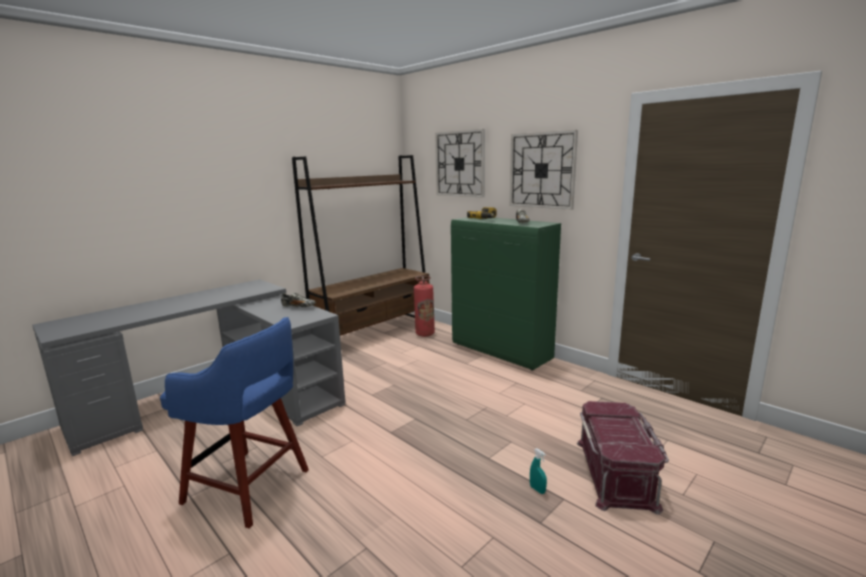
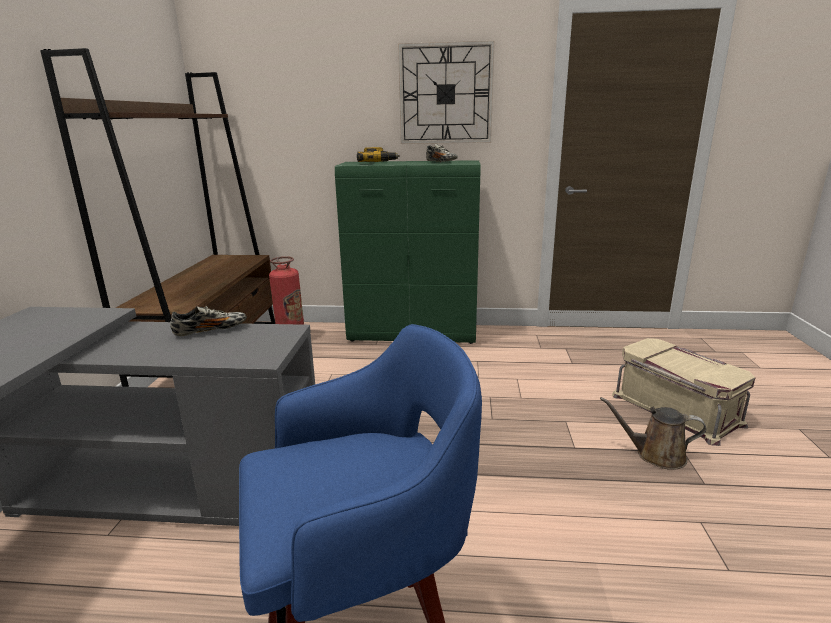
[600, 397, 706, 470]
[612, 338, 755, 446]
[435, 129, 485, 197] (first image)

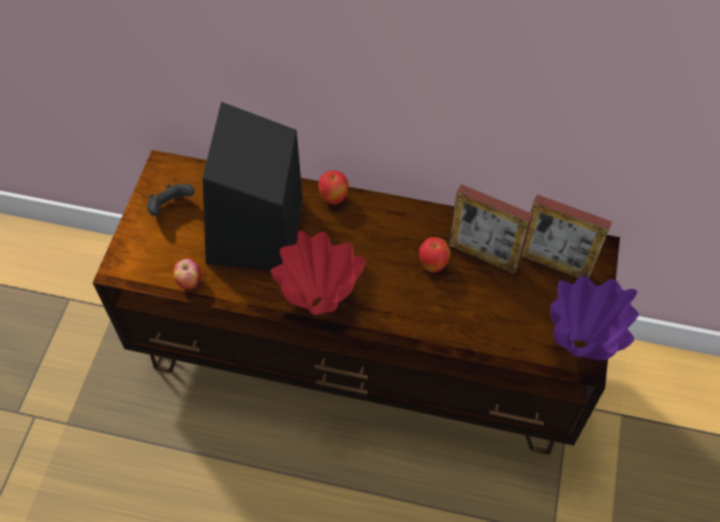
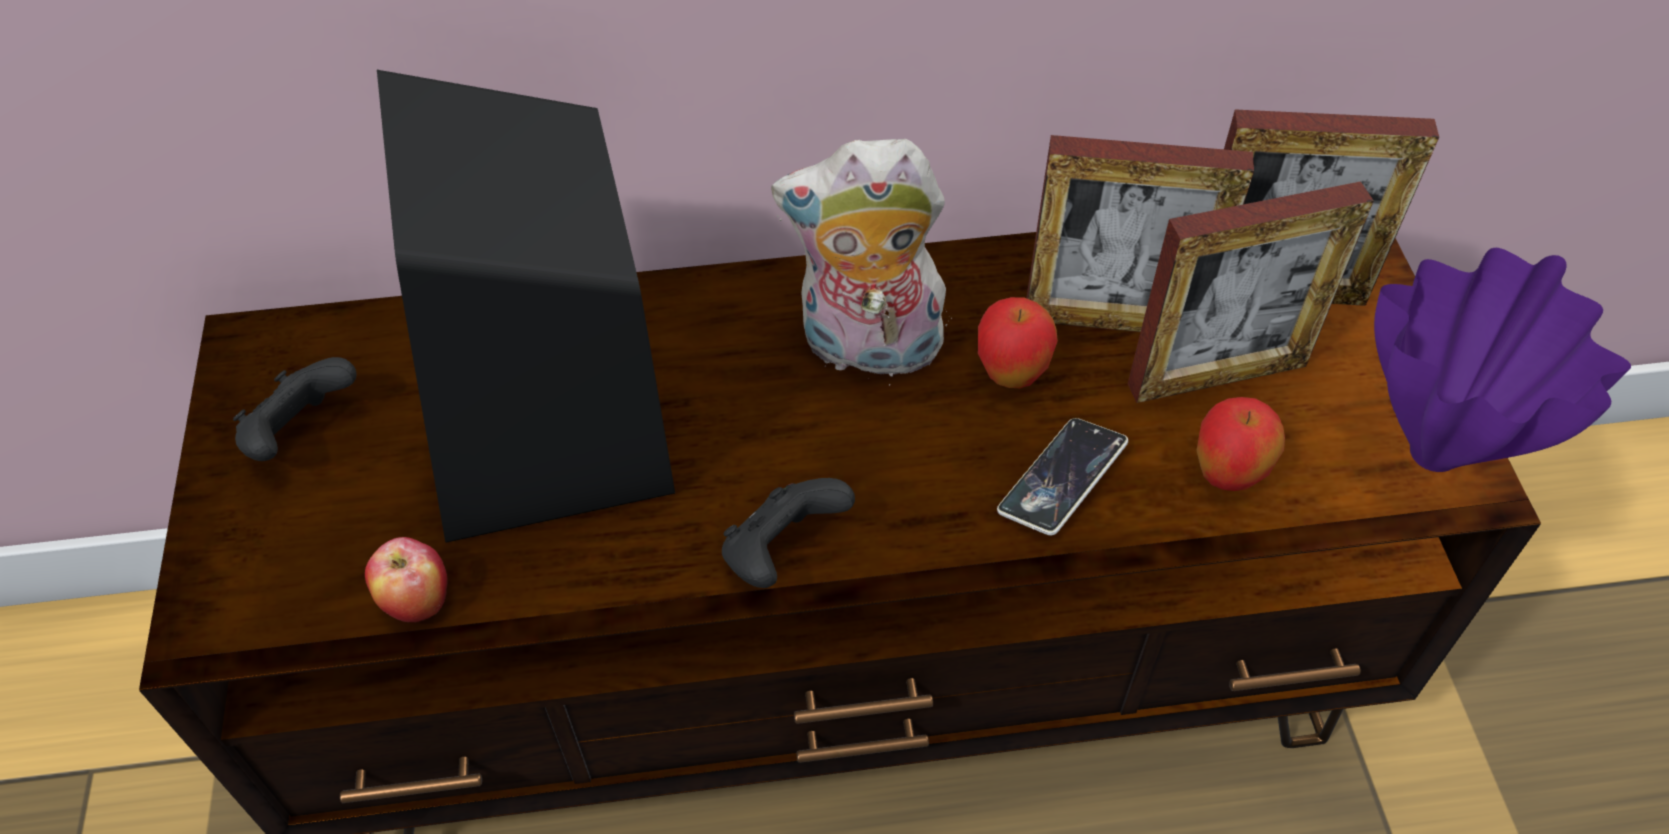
[722, 478, 855, 588]
[771, 139, 952, 386]
[997, 418, 1128, 535]
[1128, 181, 1374, 403]
[1197, 397, 1285, 491]

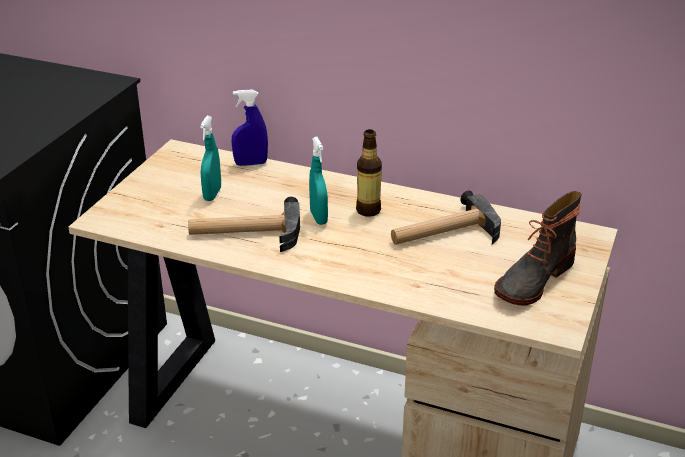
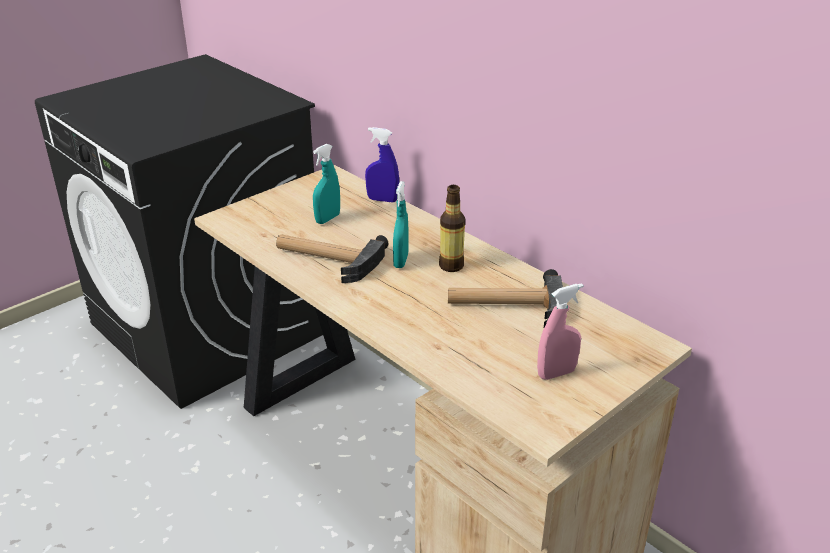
[537, 283, 583, 380]

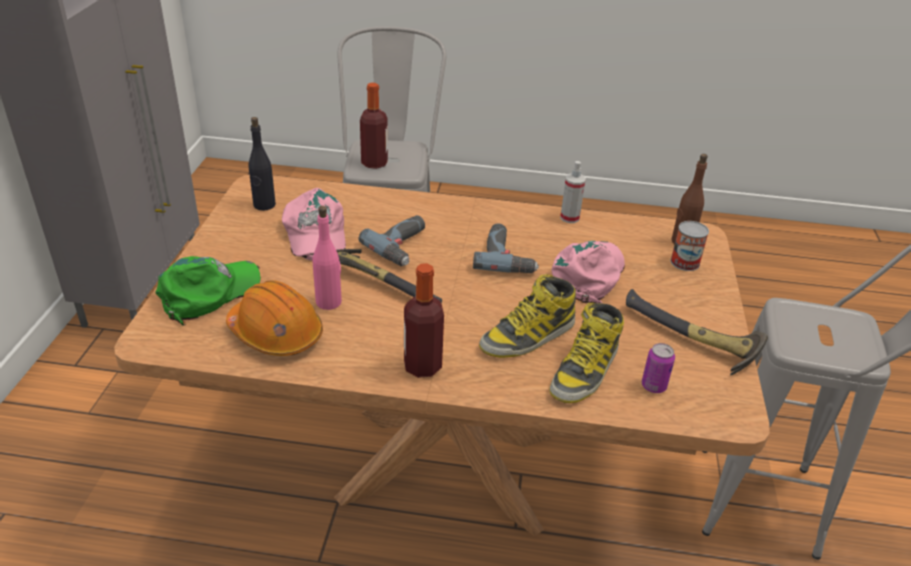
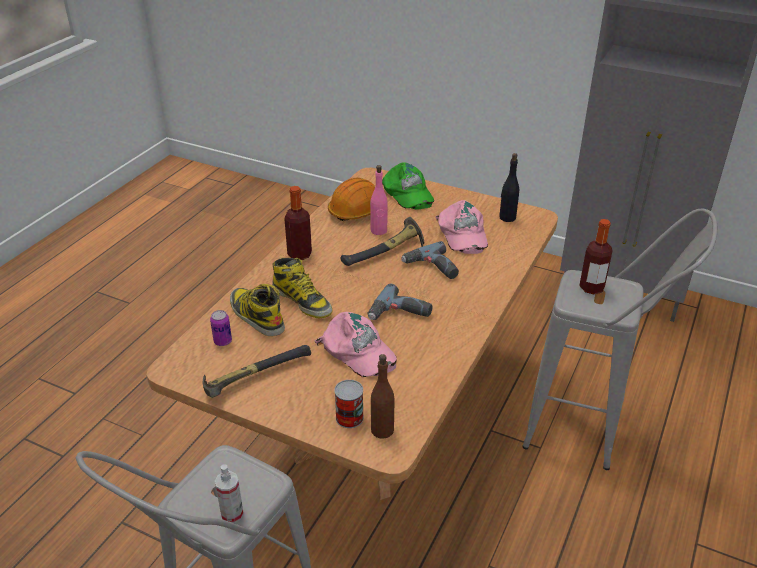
[215, 464, 244, 523]
[272, 258, 333, 318]
[435, 200, 488, 254]

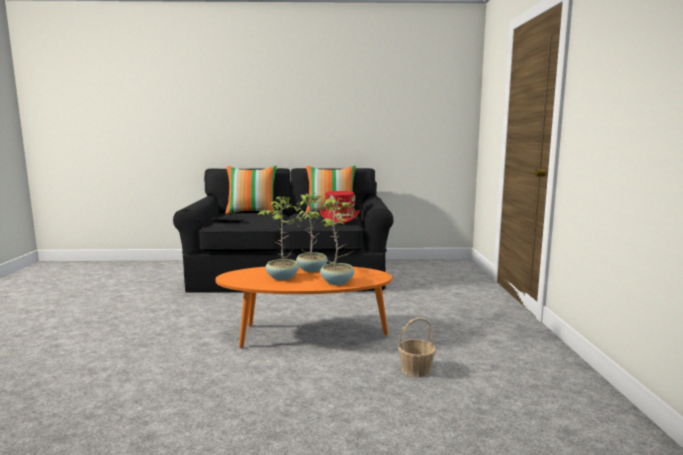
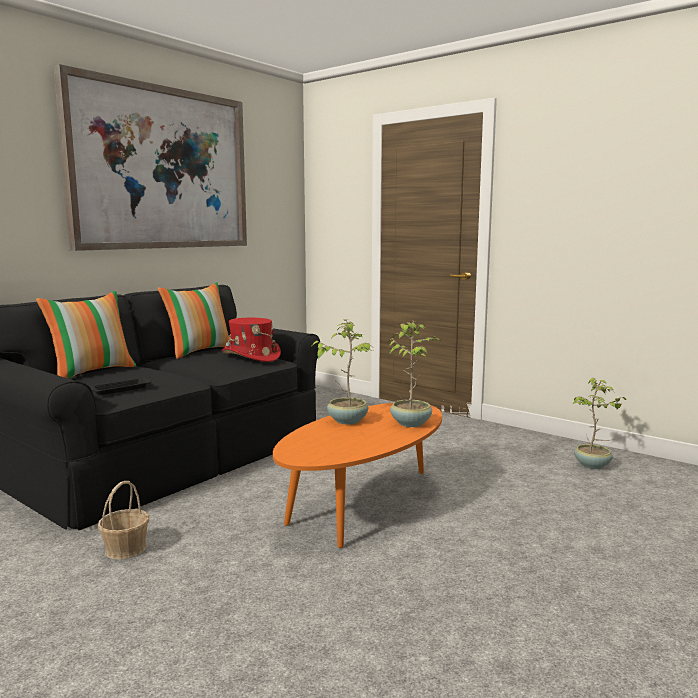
[53, 64, 247, 251]
[98, 481, 149, 560]
[573, 378, 626, 469]

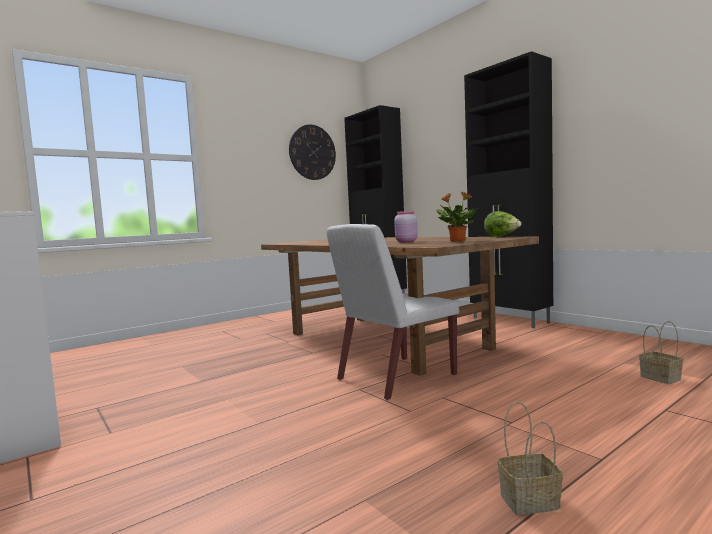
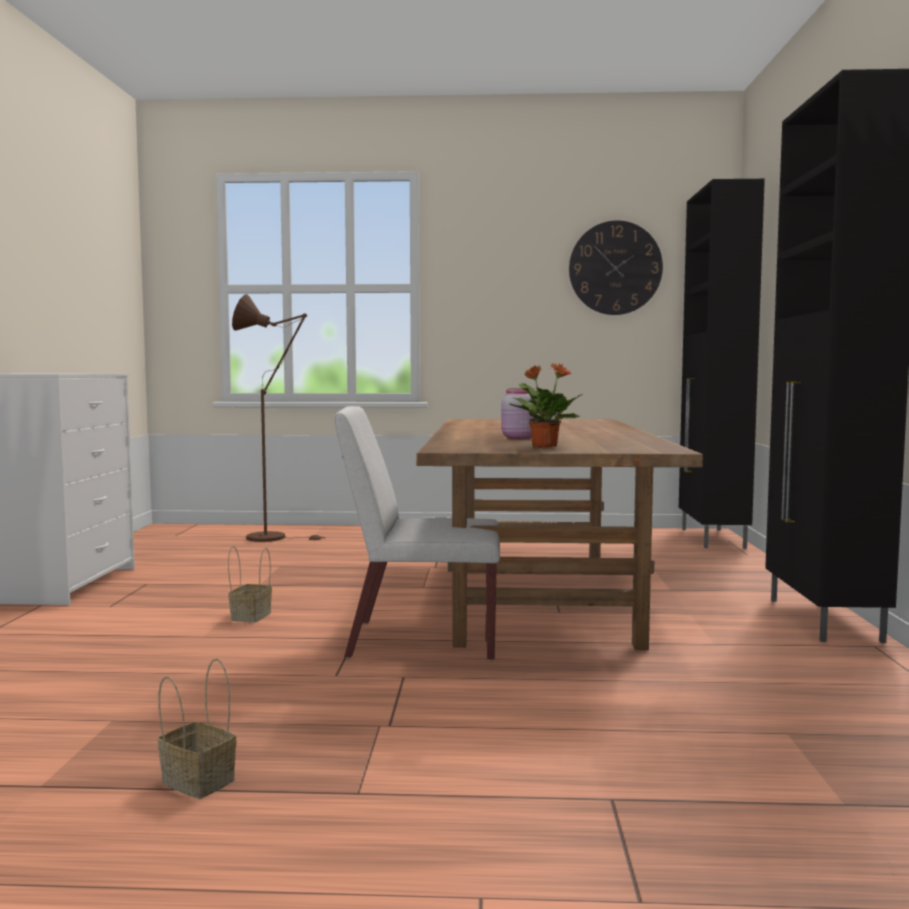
[228, 546, 272, 623]
[232, 294, 326, 542]
[484, 211, 522, 237] (first image)

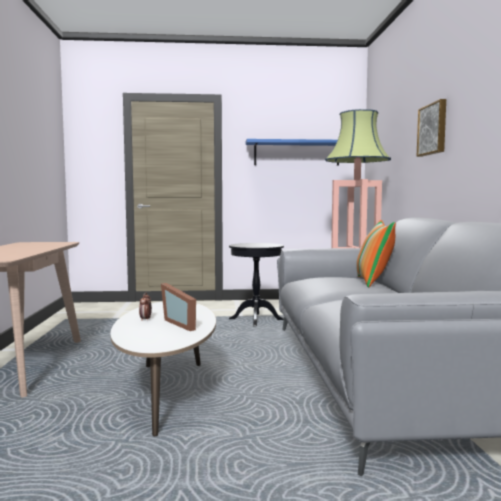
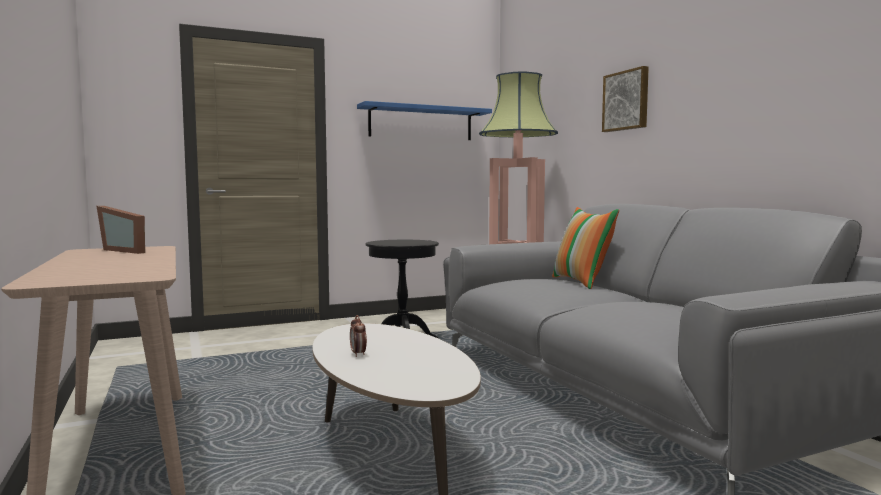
[97, 206, 145, 254]

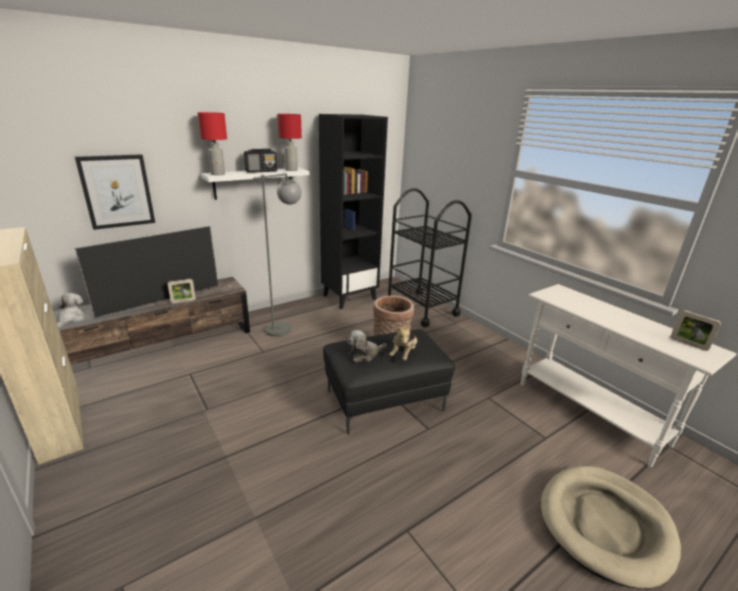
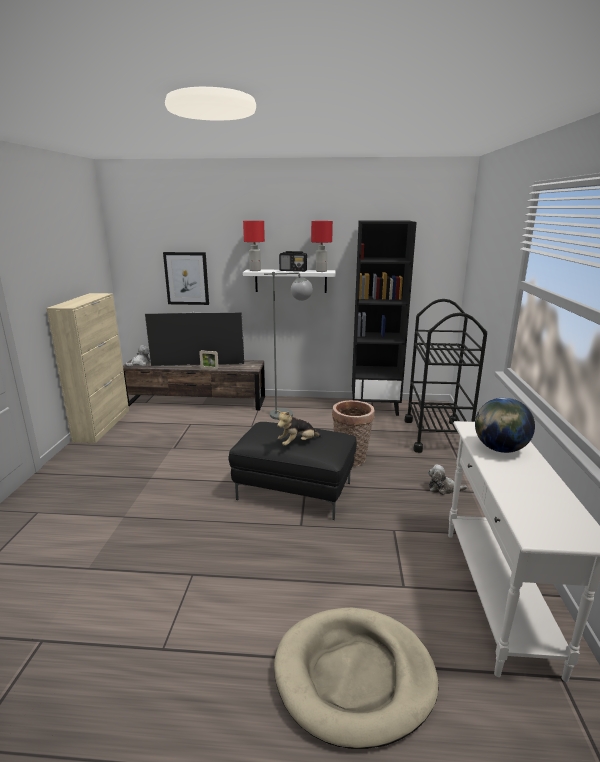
[428, 464, 467, 495]
[475, 398, 535, 453]
[671, 310, 721, 351] (first image)

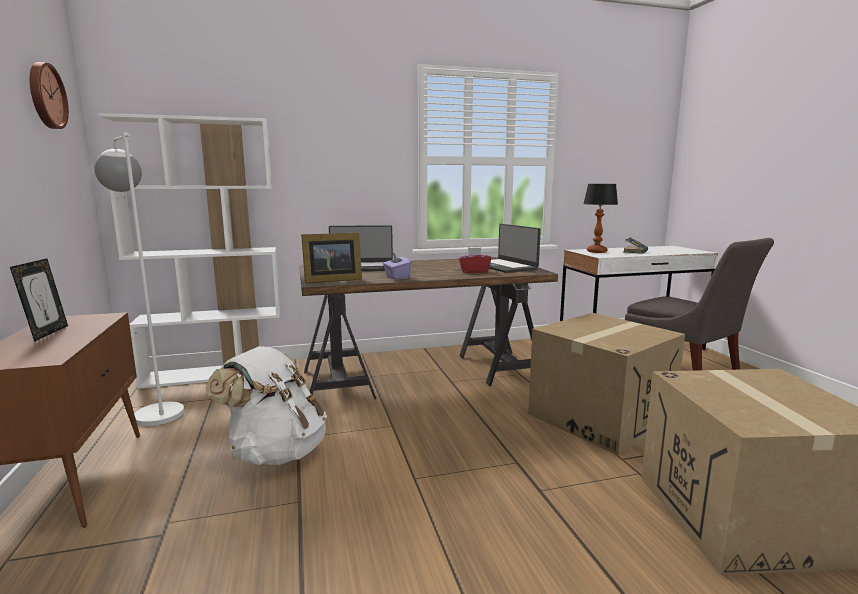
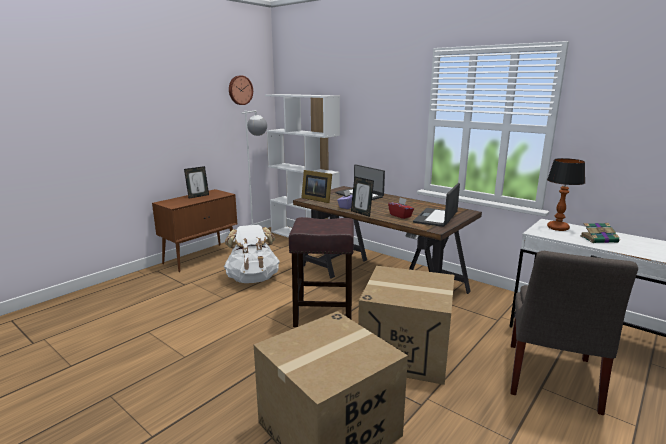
[289, 217, 354, 327]
[351, 176, 374, 217]

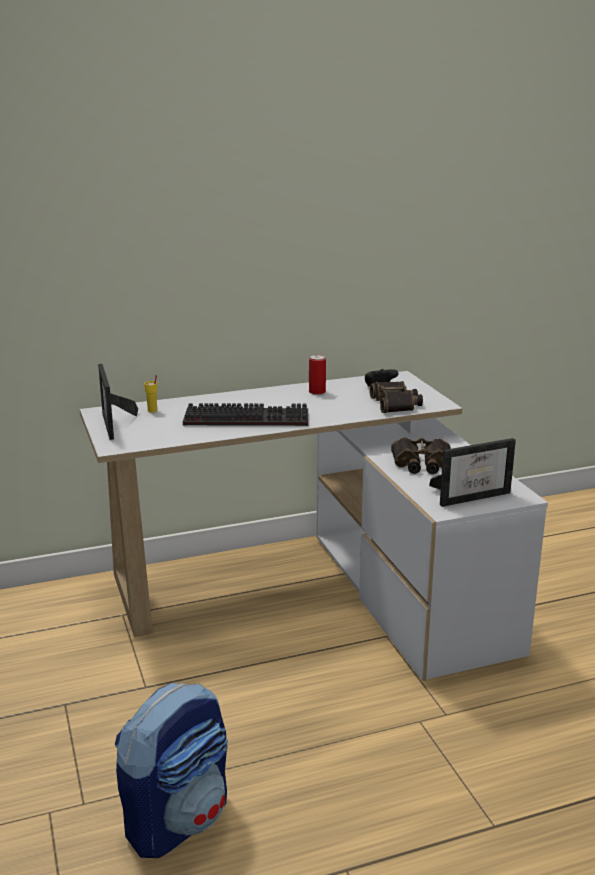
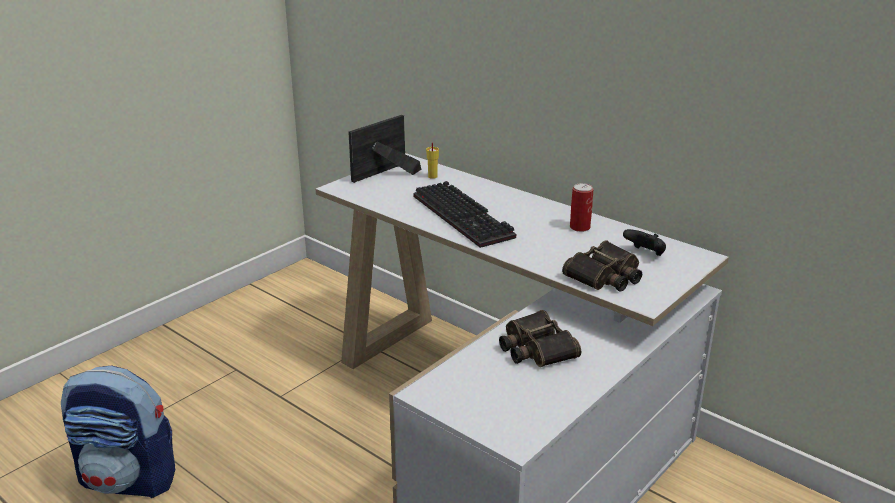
[429, 438, 516, 507] (first image)

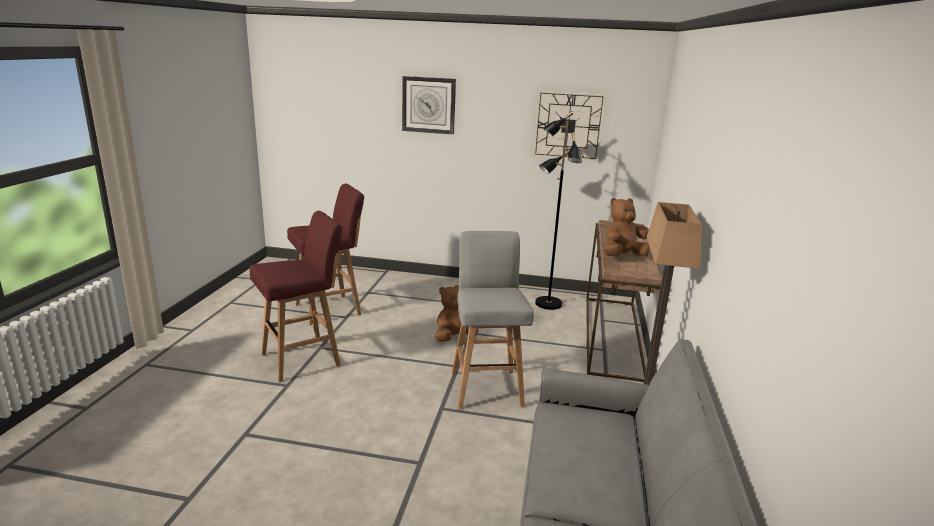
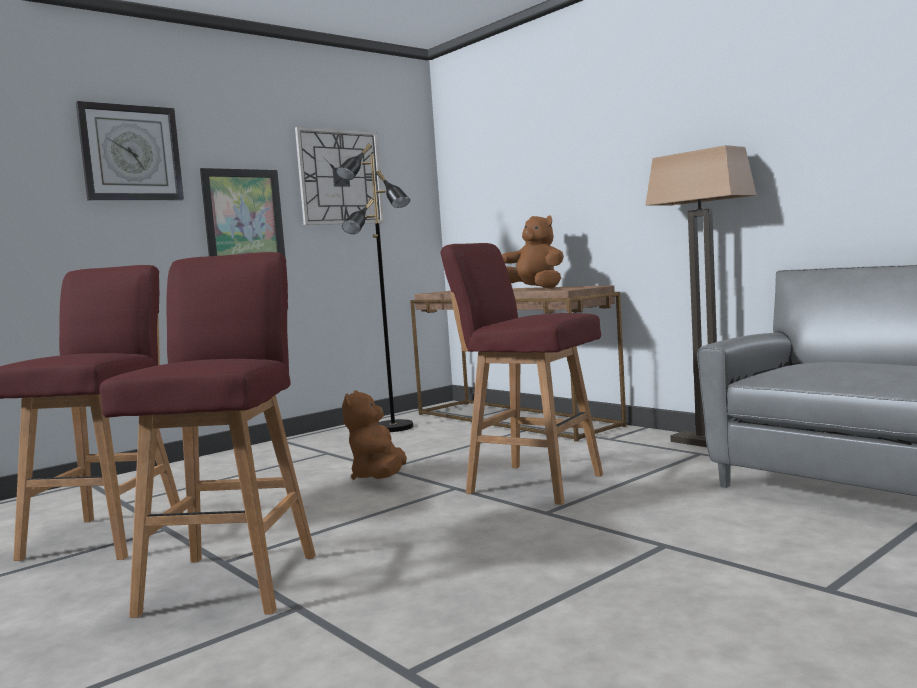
[200, 168, 286, 258]
[440, 243, 603, 505]
[502, 215, 564, 289]

